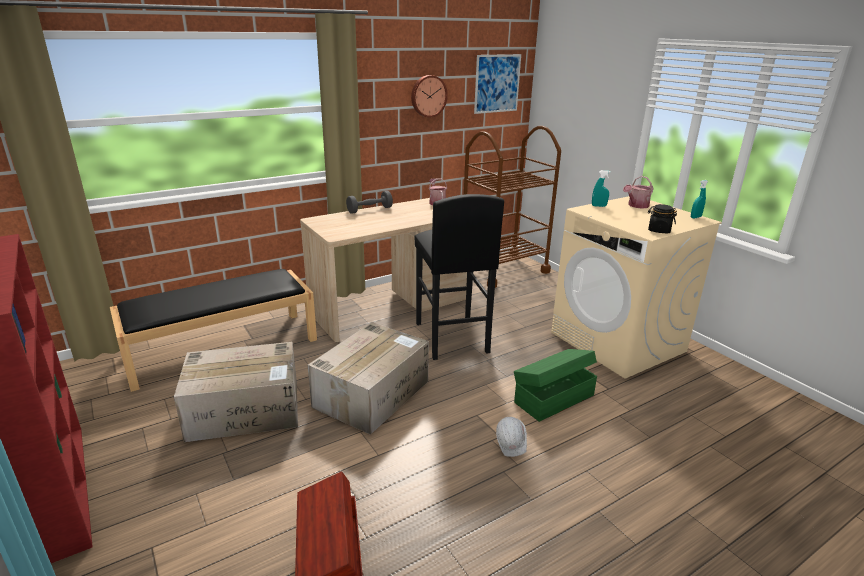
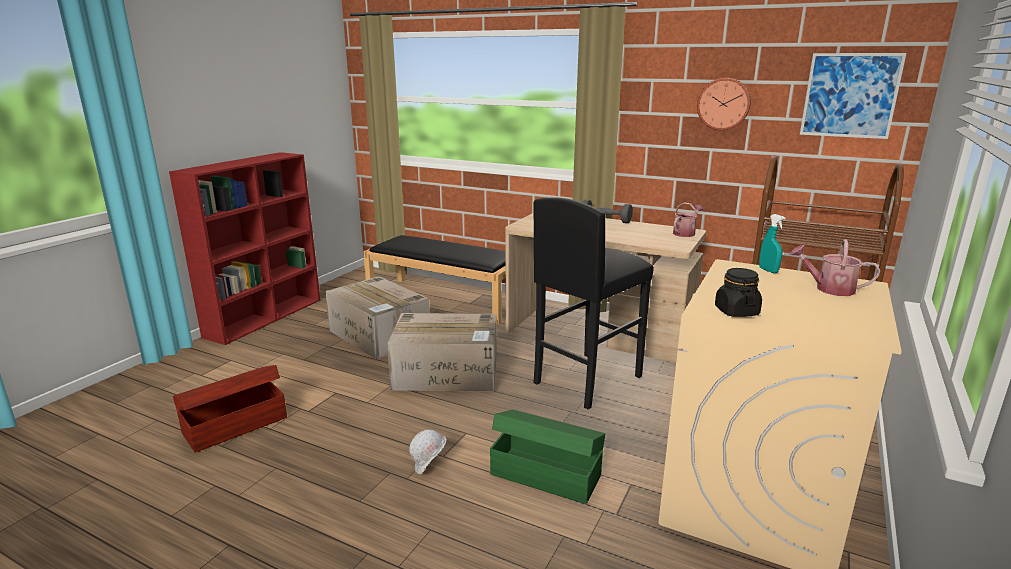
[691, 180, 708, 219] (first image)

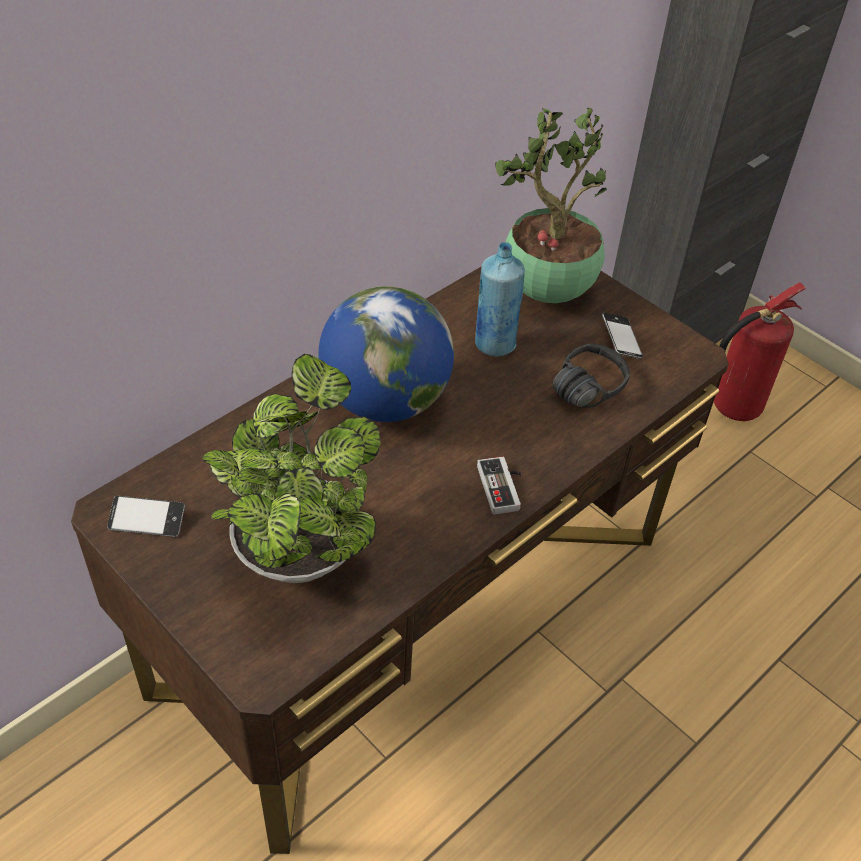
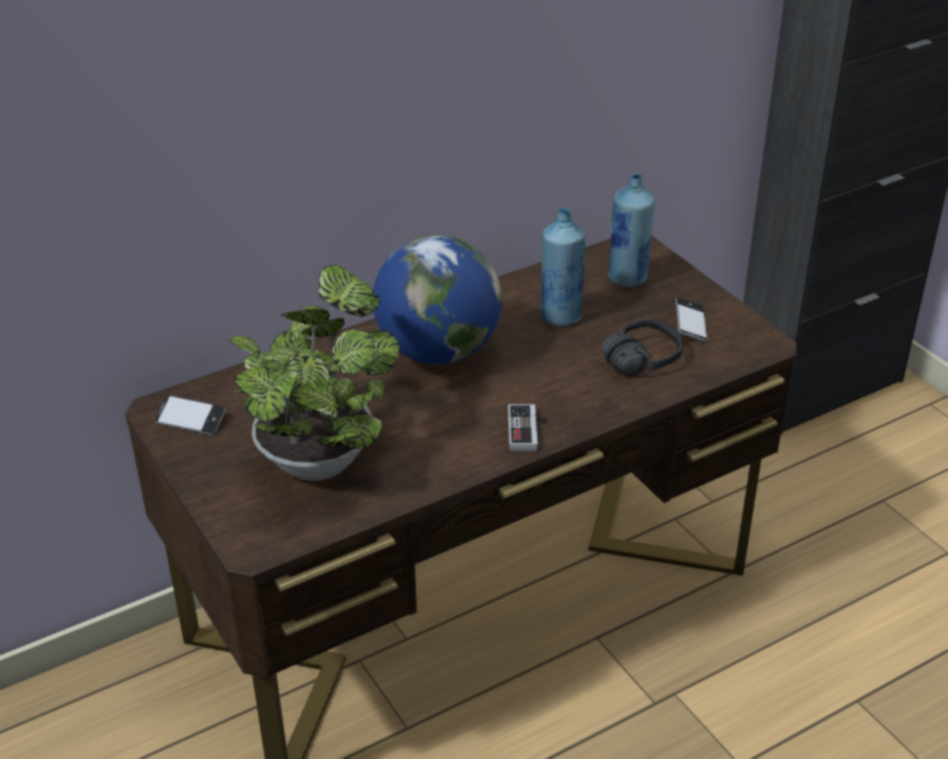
[608, 173, 655, 287]
[714, 282, 806, 421] (first image)

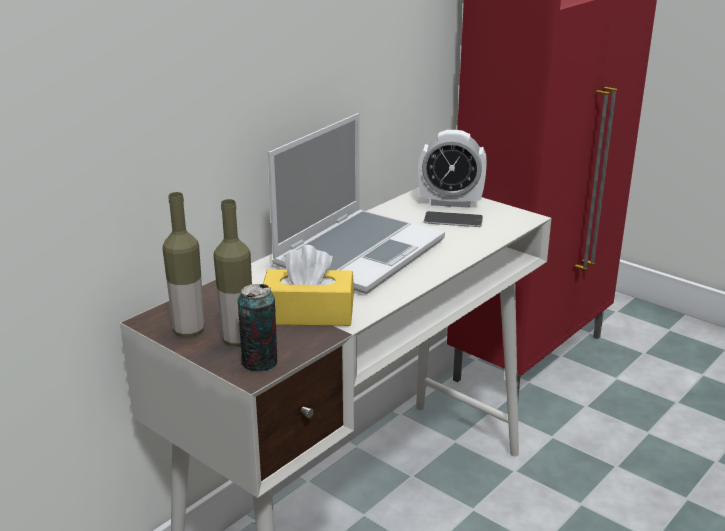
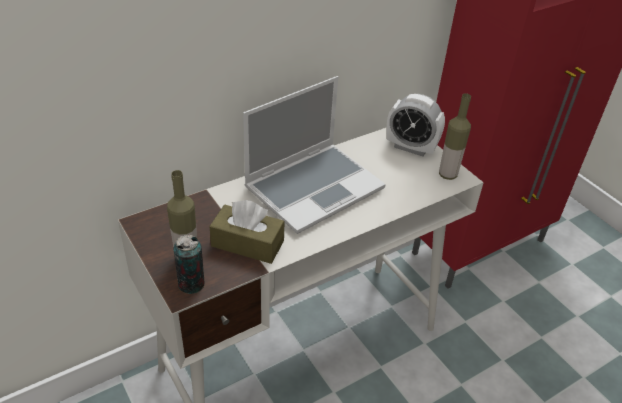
[209, 200, 284, 264]
[439, 93, 471, 180]
[424, 211, 483, 227] (first image)

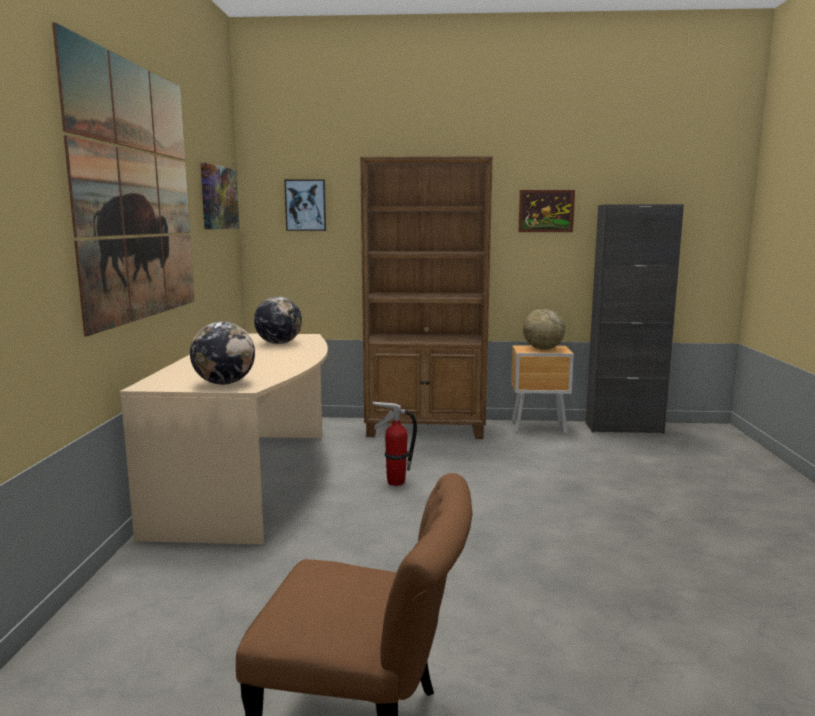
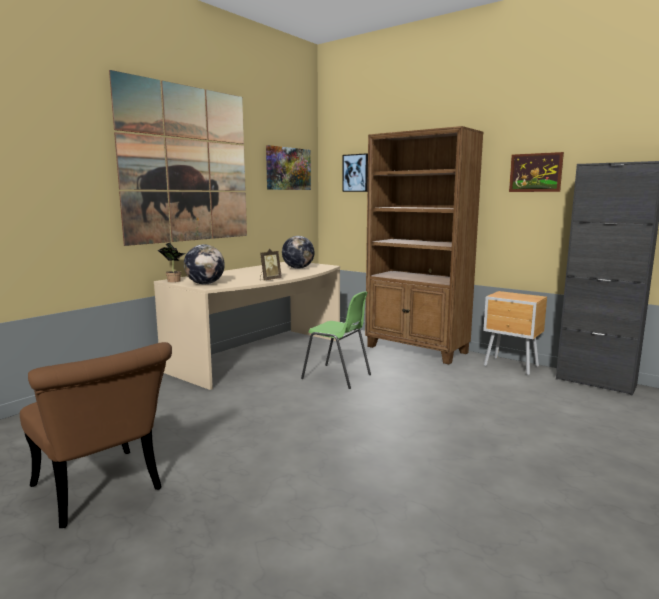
[157, 243, 186, 282]
[260, 249, 282, 280]
[301, 291, 371, 389]
[523, 308, 565, 350] (first image)

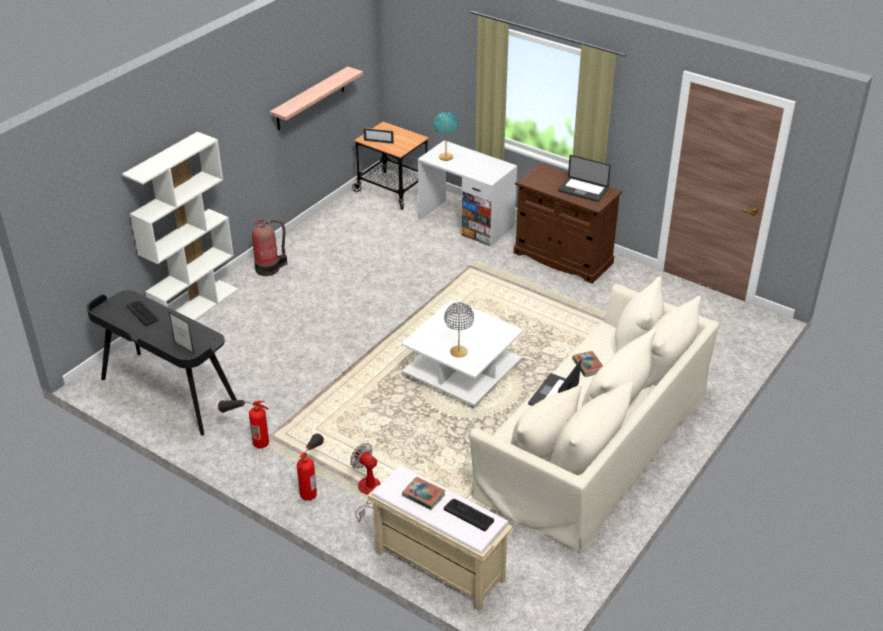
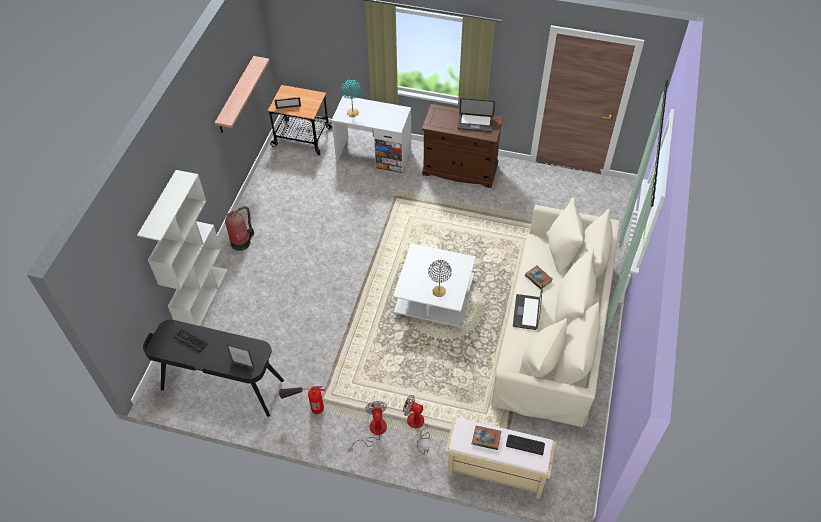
[348, 401, 387, 452]

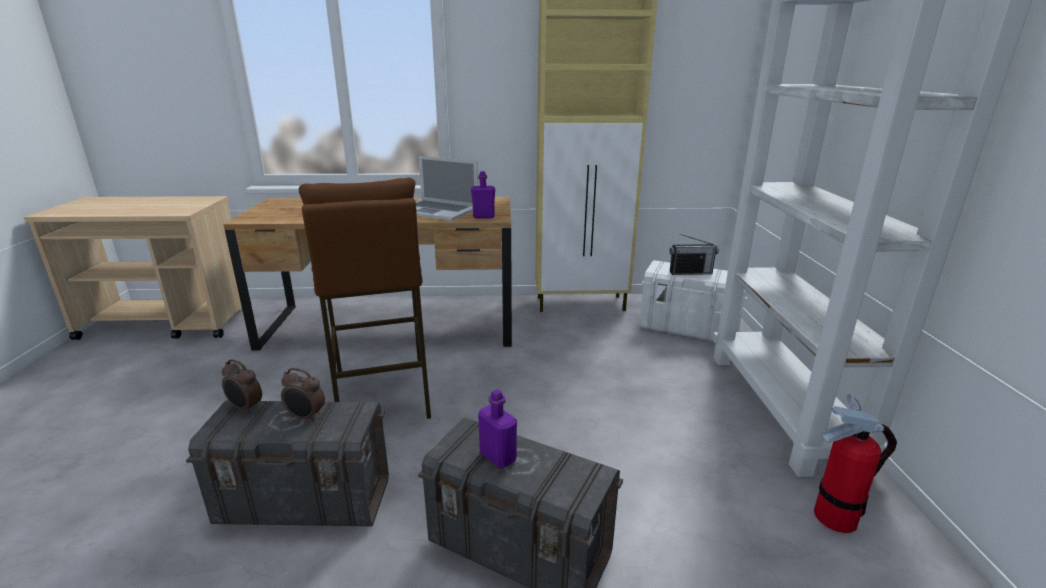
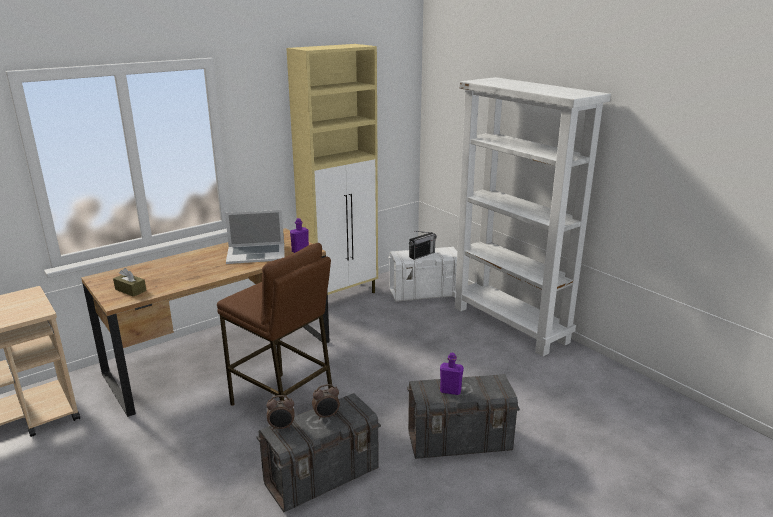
[113, 268, 147, 297]
[814, 394, 897, 533] (first image)

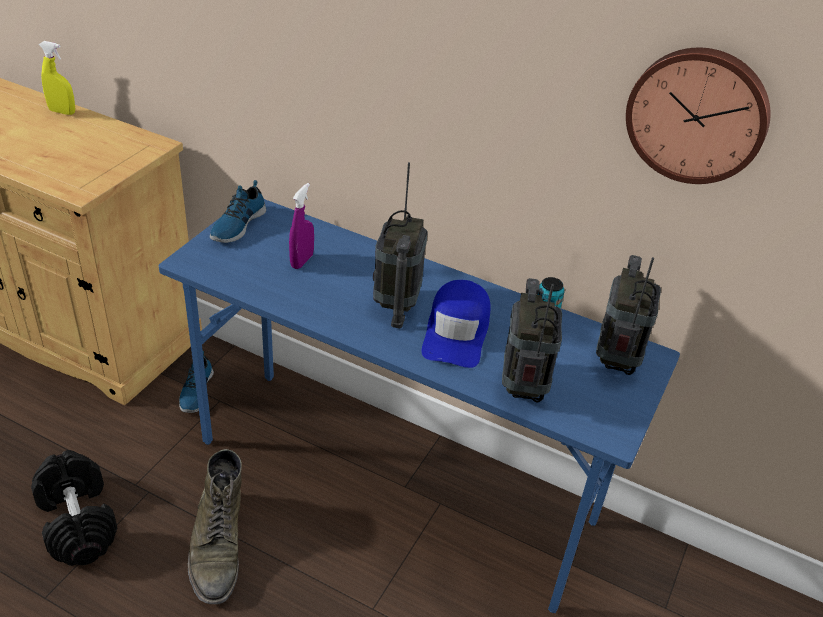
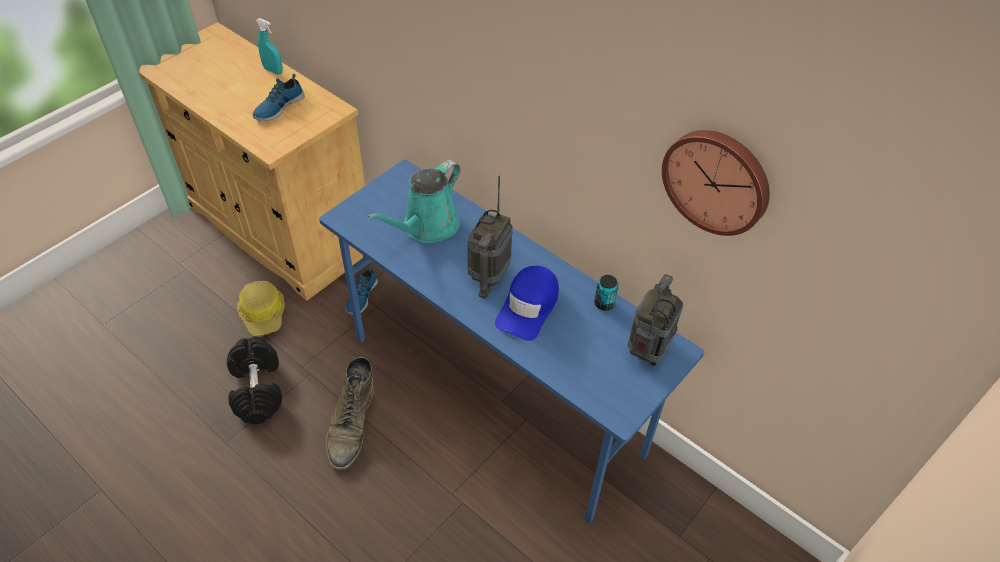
[237, 281, 285, 336]
[253, 74, 304, 121]
[255, 18, 283, 74]
[367, 160, 461, 243]
[502, 278, 562, 402] (first image)

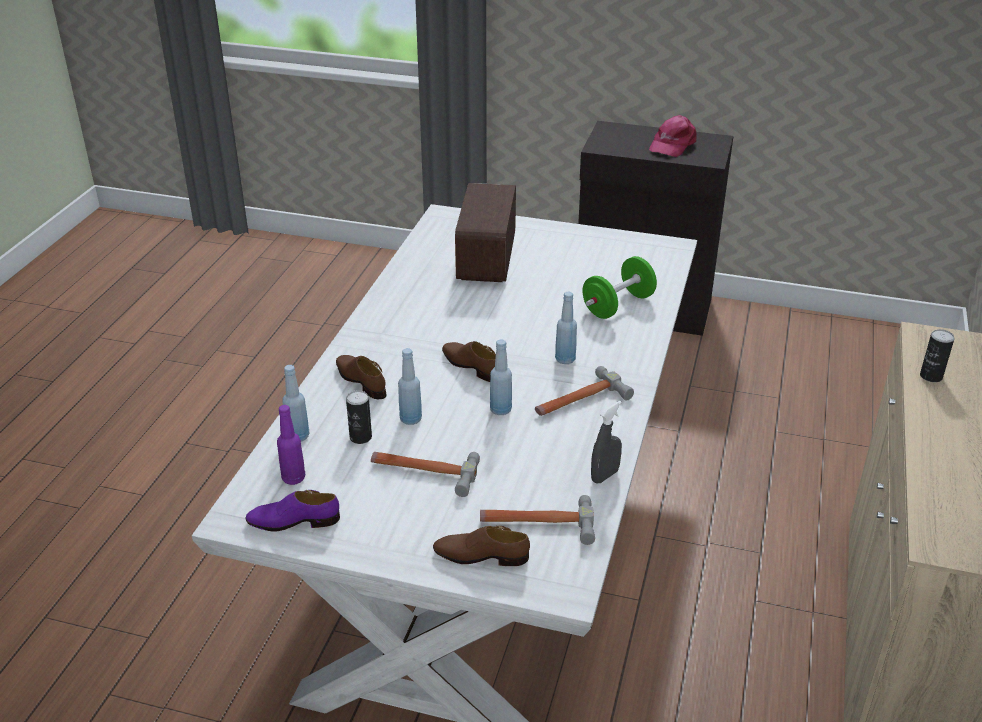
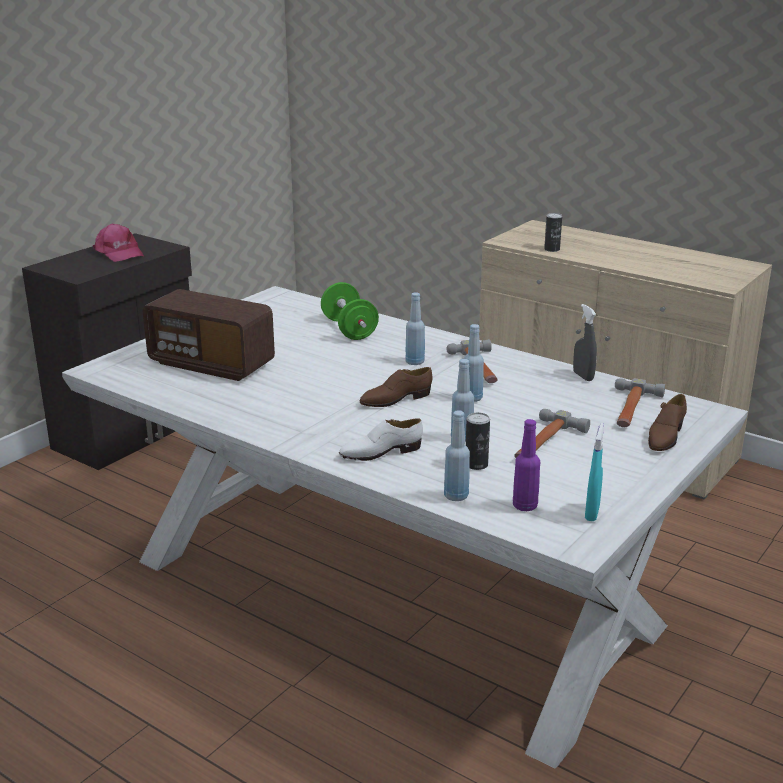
[339, 418, 423, 461]
[585, 423, 604, 521]

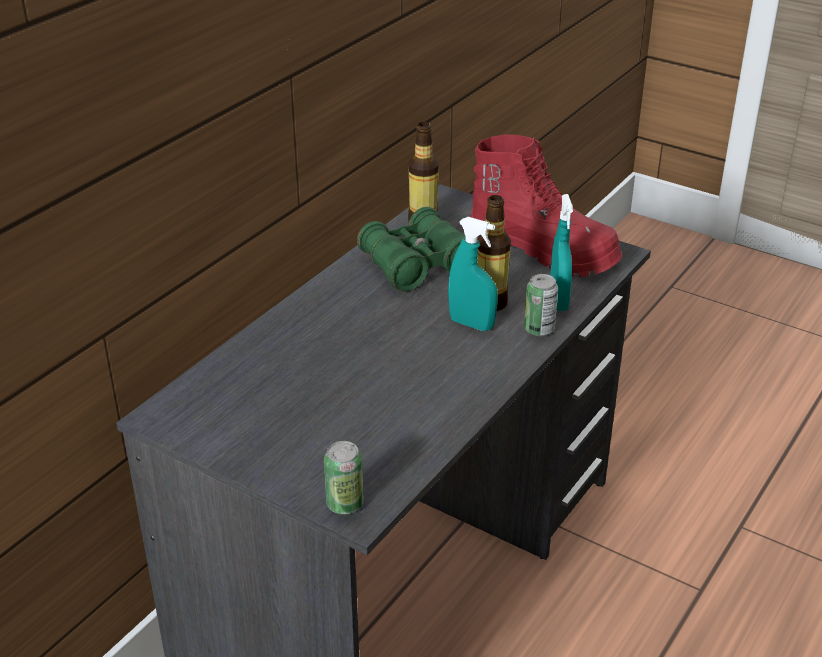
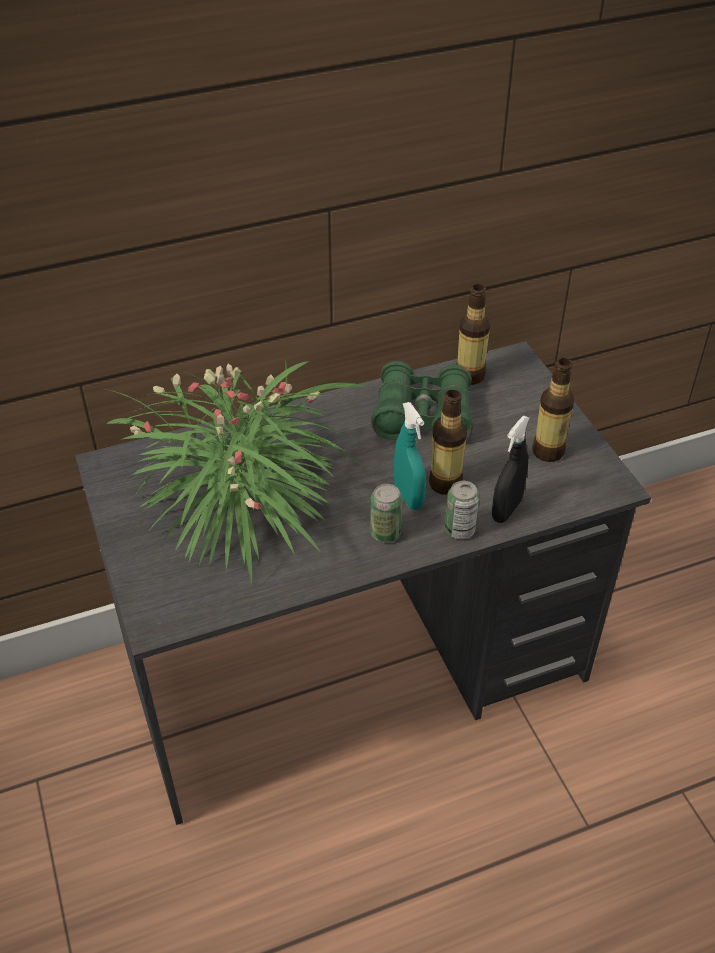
[99, 360, 365, 585]
[370, 484, 402, 543]
[492, 416, 530, 523]
[532, 358, 574, 462]

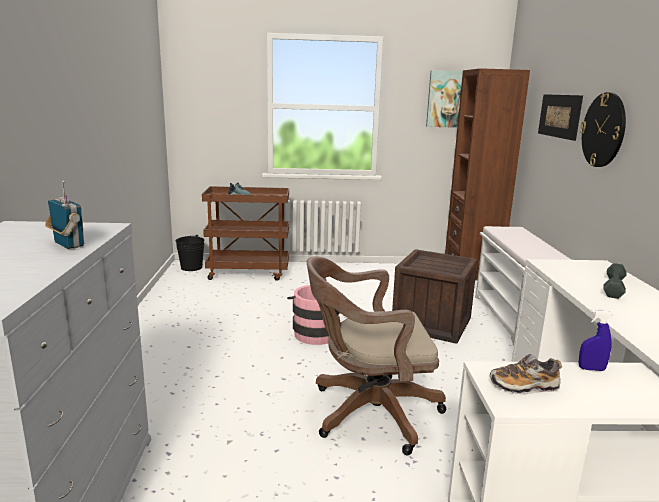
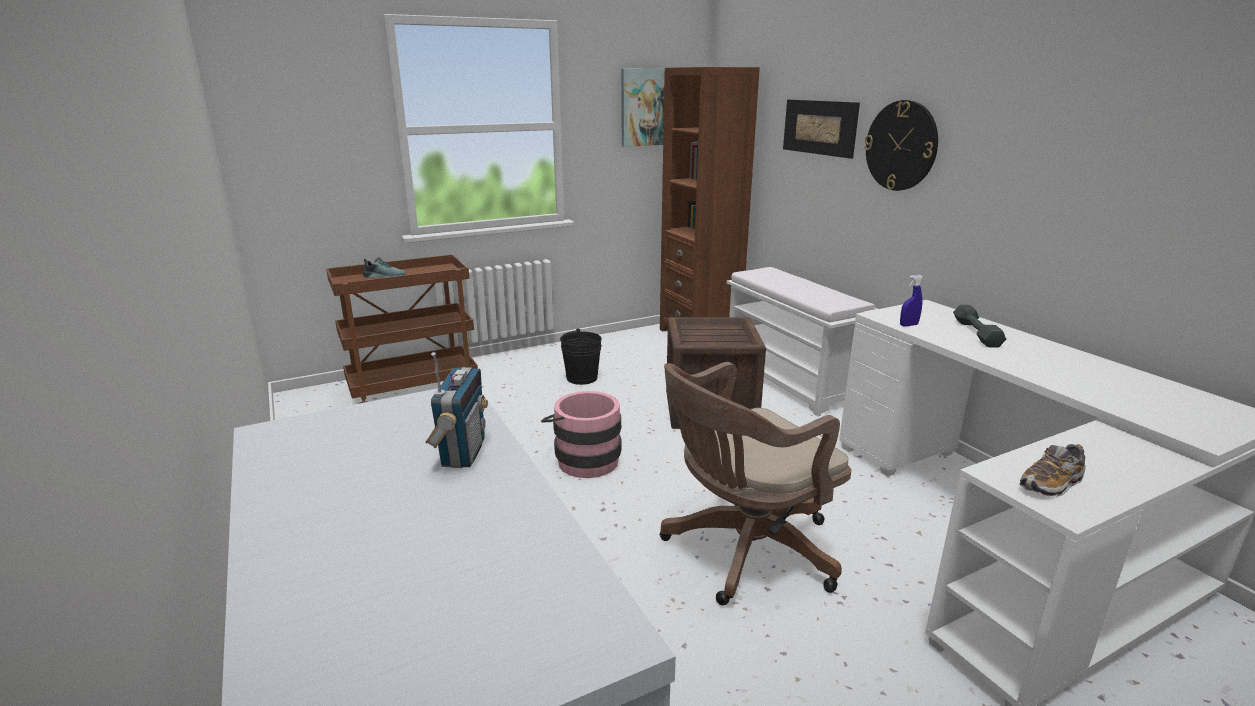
[425, 352, 488, 468]
[560, 328, 602, 385]
[900, 275, 924, 326]

